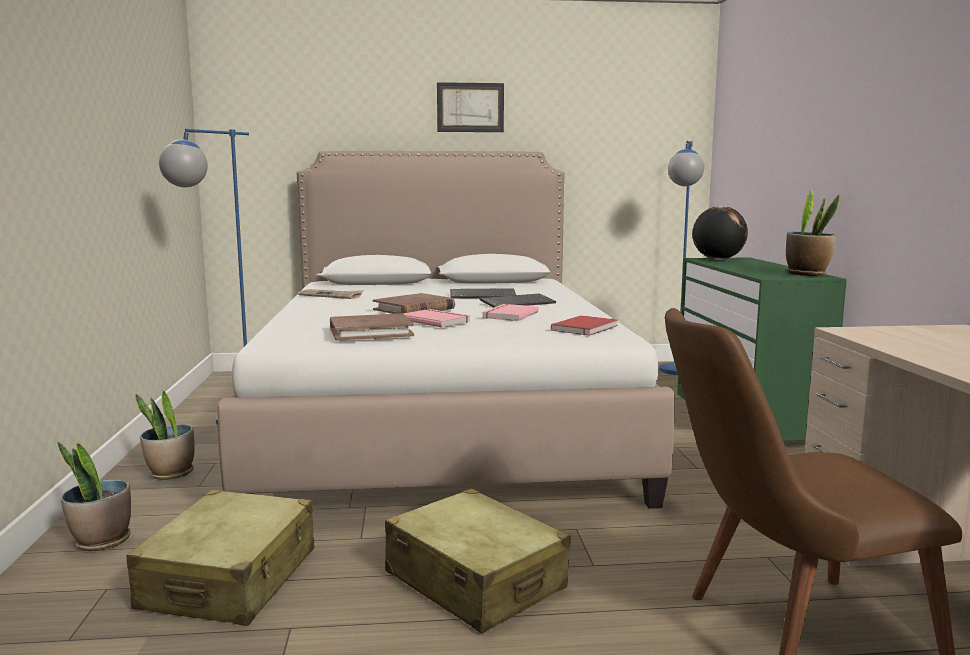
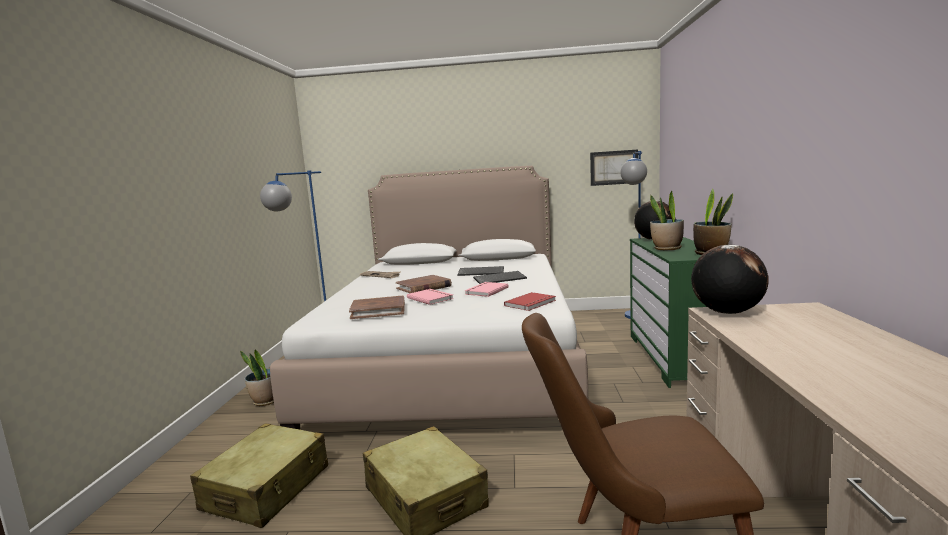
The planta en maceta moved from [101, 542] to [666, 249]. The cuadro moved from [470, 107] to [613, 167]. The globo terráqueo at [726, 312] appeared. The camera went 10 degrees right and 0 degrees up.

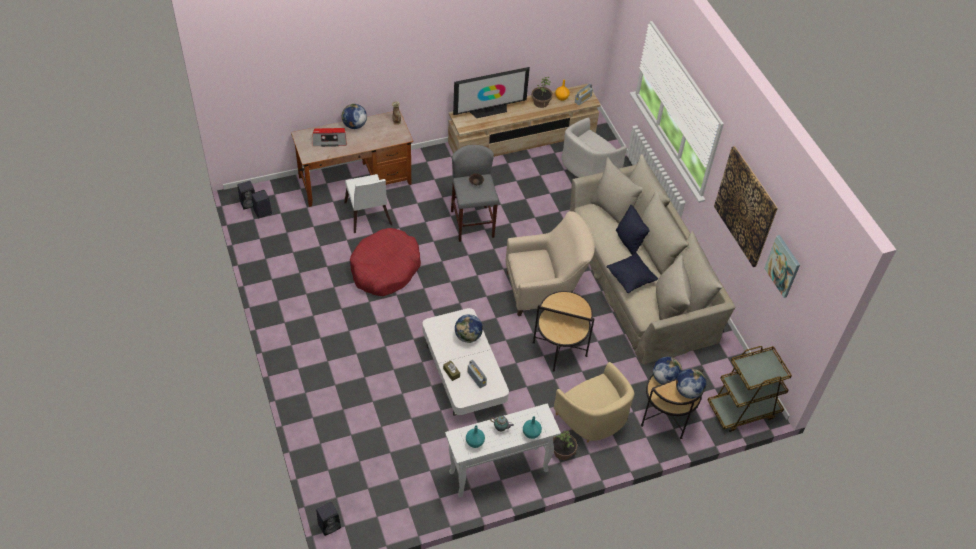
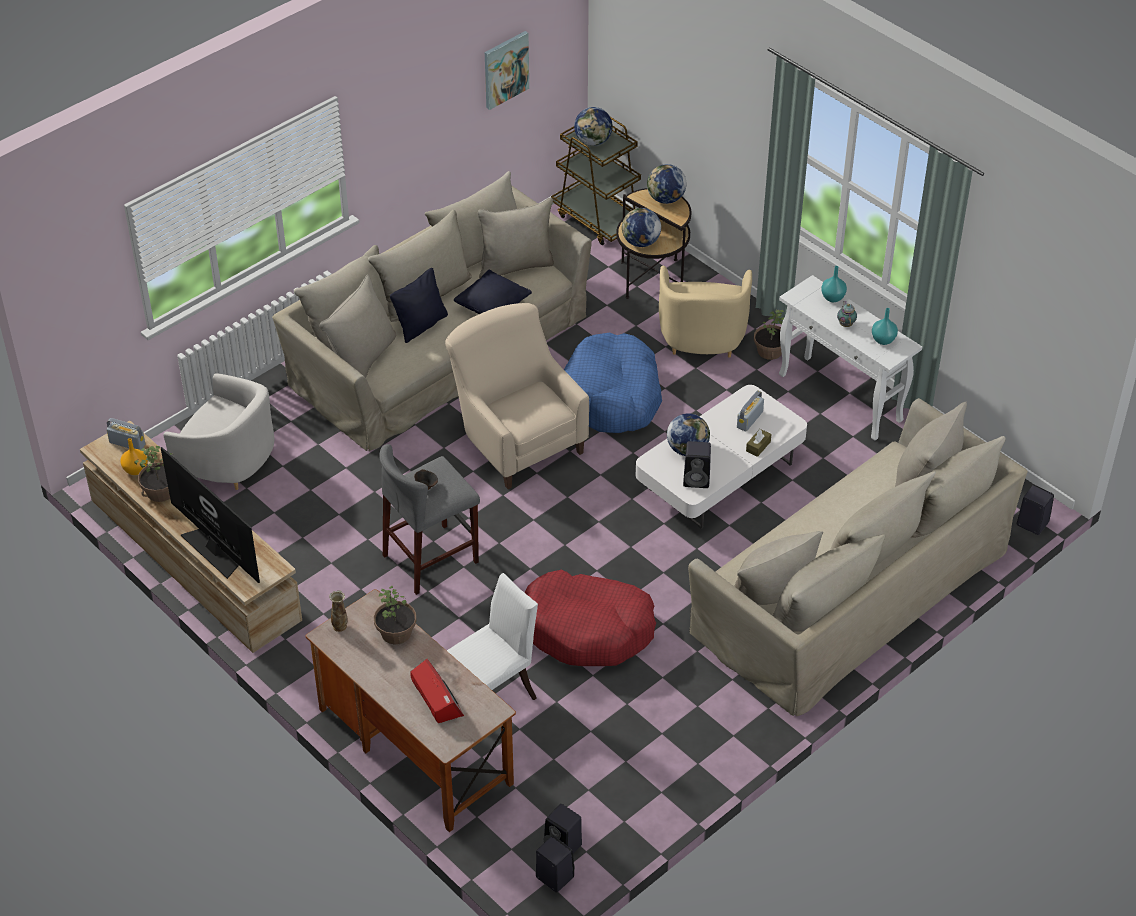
The globo terráqueo moved from [354, 125] to [593, 141]. The mesa auxiliar at [559, 349] was replaced by the cama para perro [azul] at [613, 396]. The sillón [beis] at [593, 419] turned 150 degrees clockwise. The cuadro at [745, 206] disappeared. The planta en maceta at [396, 632] appeared. The altavoz [negro] at [697, 479] appeared. The sofá [beis] at [850, 588] appeared. The camera went 110 degrees left and 5 degrees down.

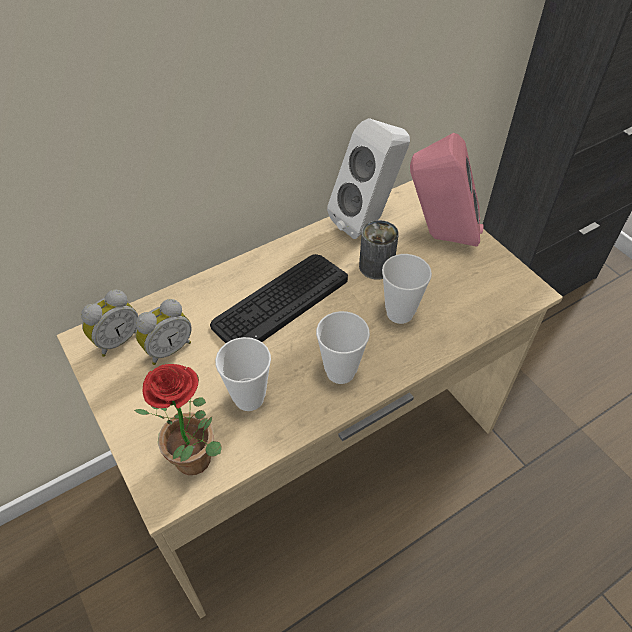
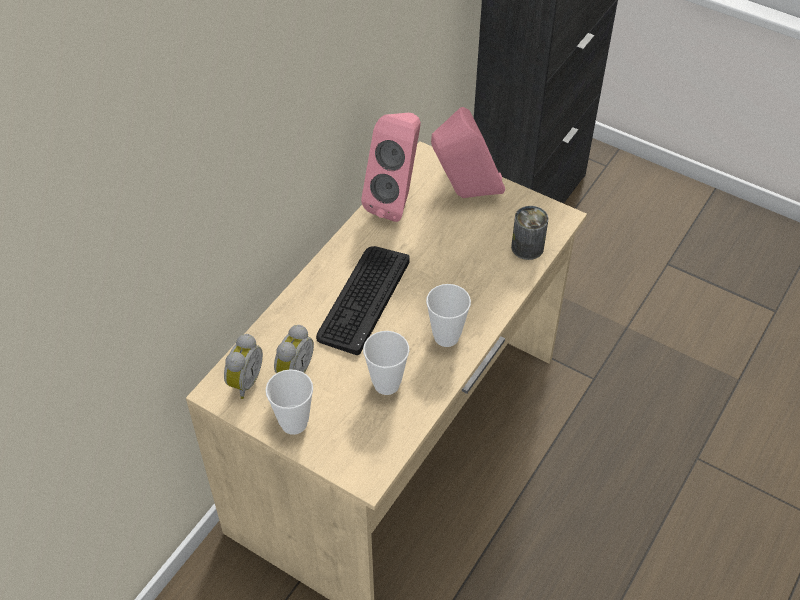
The planta en maceta at [200, 462] disappeared. The altavoz [blanco] at [368, 221] became the altavoz [rosa] at [396, 201]. The lata moved from [376, 266] to [527, 247]. The taza moved from [399, 313] to [294, 423]. The camera went 25 degrees left and 0 degrees up.

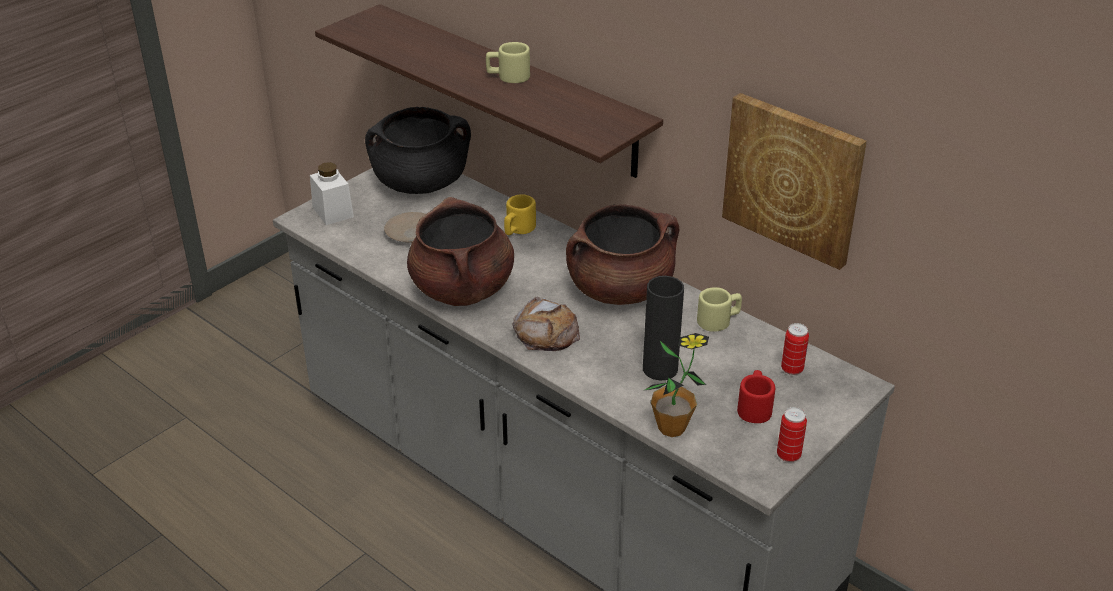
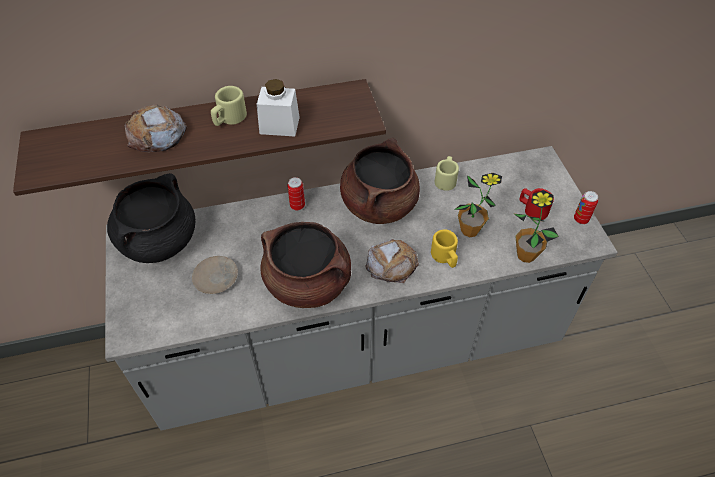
The tarro [blanco] moved from [333, 212] to [279, 125]. The taza grande [amarillo] moved from [518, 229] to [445, 257]. The florero [negro] at [660, 369] was replaced by the planta en maceta at [470, 230]. The cuadro at [793, 178] disappeared. The lata moved from [792, 369] to [297, 206]. The pan at [156, 134] appeared. The camera went 55 degrees left and 15 degrees up.

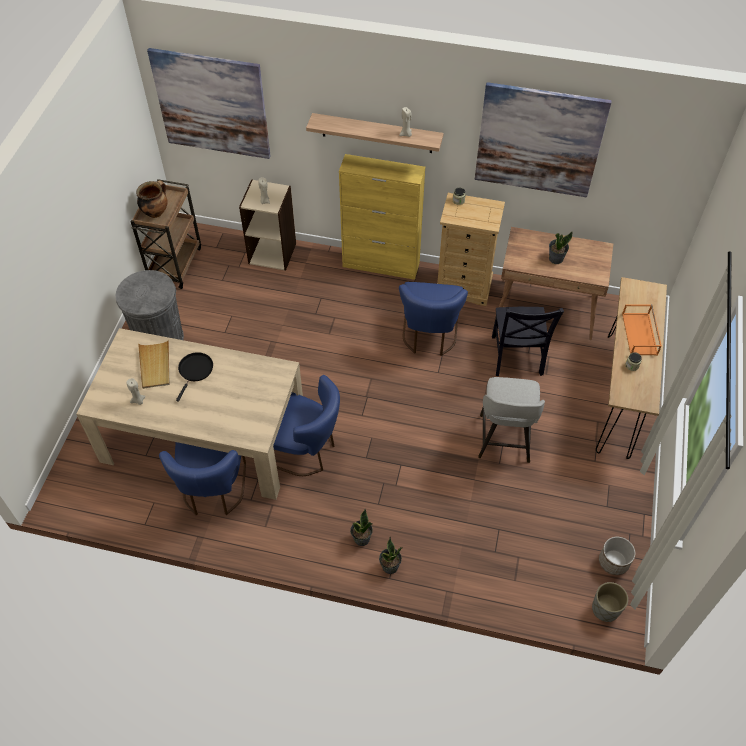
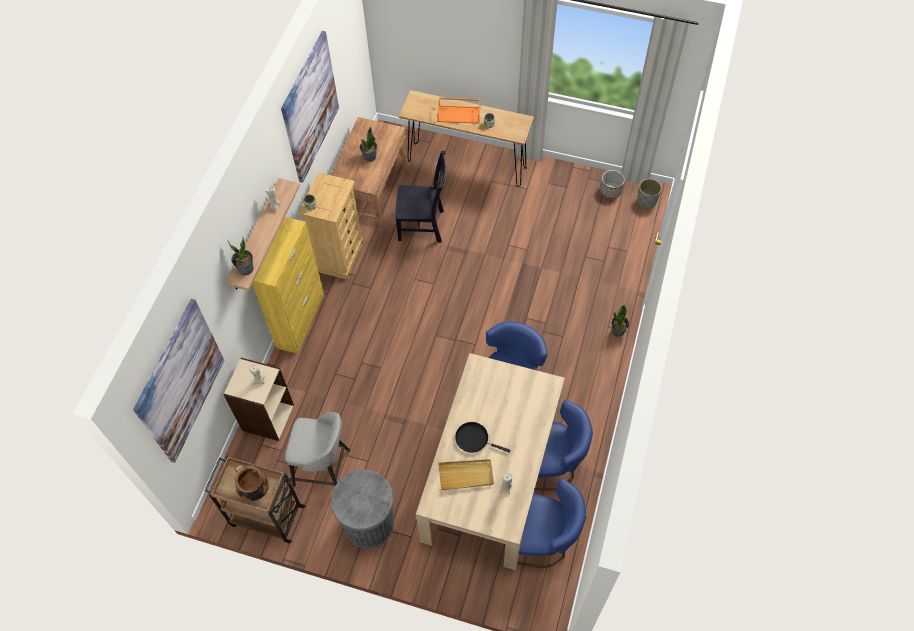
The planta en maceta moved from [361, 539] to [246, 269]. The silla [azul] moved from [429, 336] to [541, 539]. The taburete [gris] moved from [504, 440] to [324, 468]. The camera went 85 degrees left and 5 degrees up.

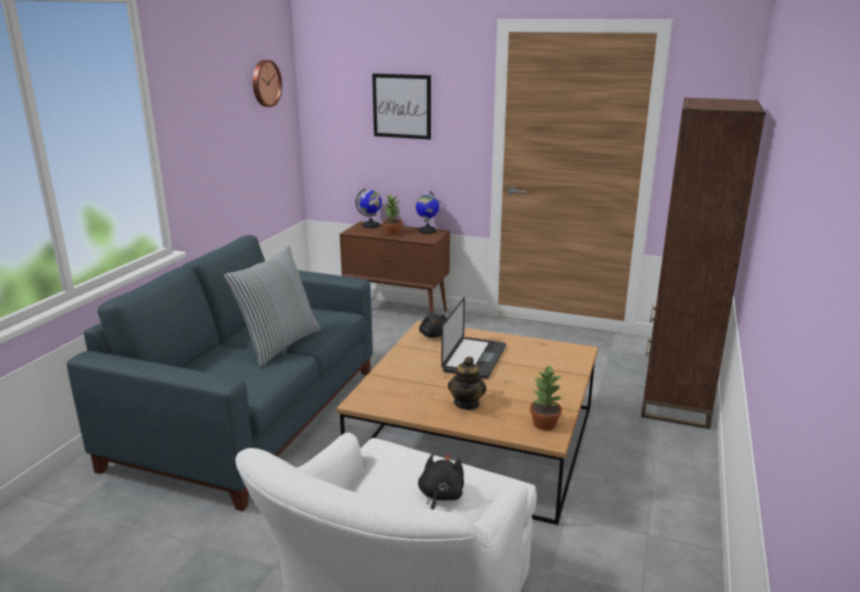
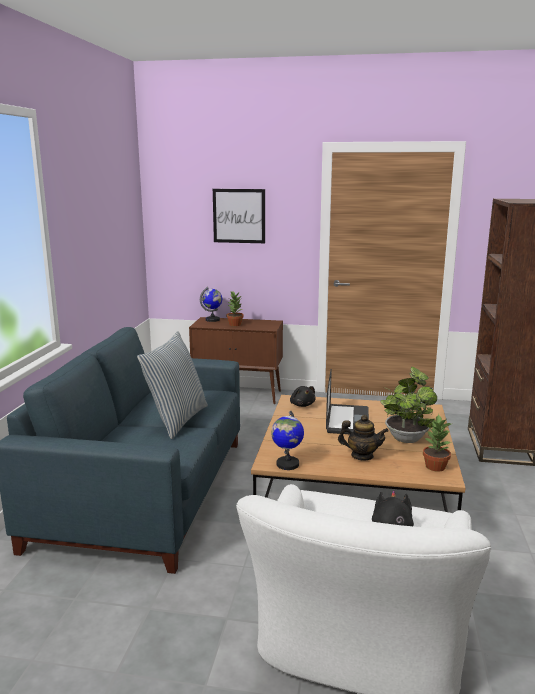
The reloj de pared at [265, 83] disappeared. The globo terráqueo moved from [427, 231] to [287, 464]. The tetera at [467, 403] turned 75 degrees counterclockwise. The planta en maceta at [406, 437] appeared. The camera went 10 degrees left and 5 degrees down.

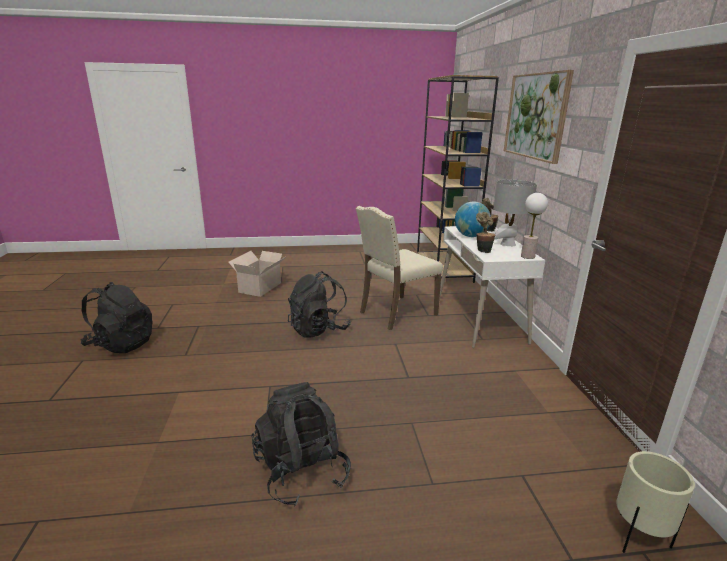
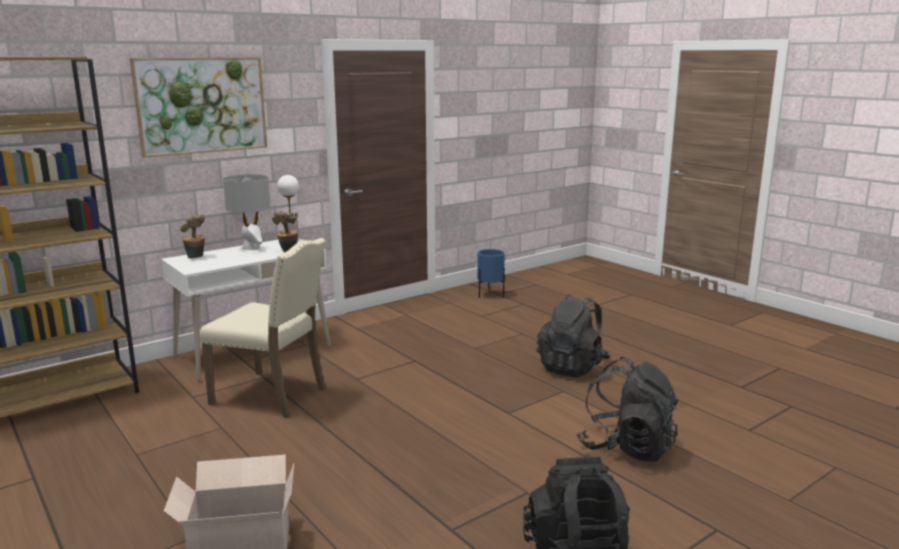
The mochila [negro] moved from [319, 329] to [626, 447]. The globo terráqueo at [470, 236] disappeared. The maceta [beis] at [637, 537] became the maceta [azul] at [490, 295]. The camera went 120 degrees left and 5 degrees down.

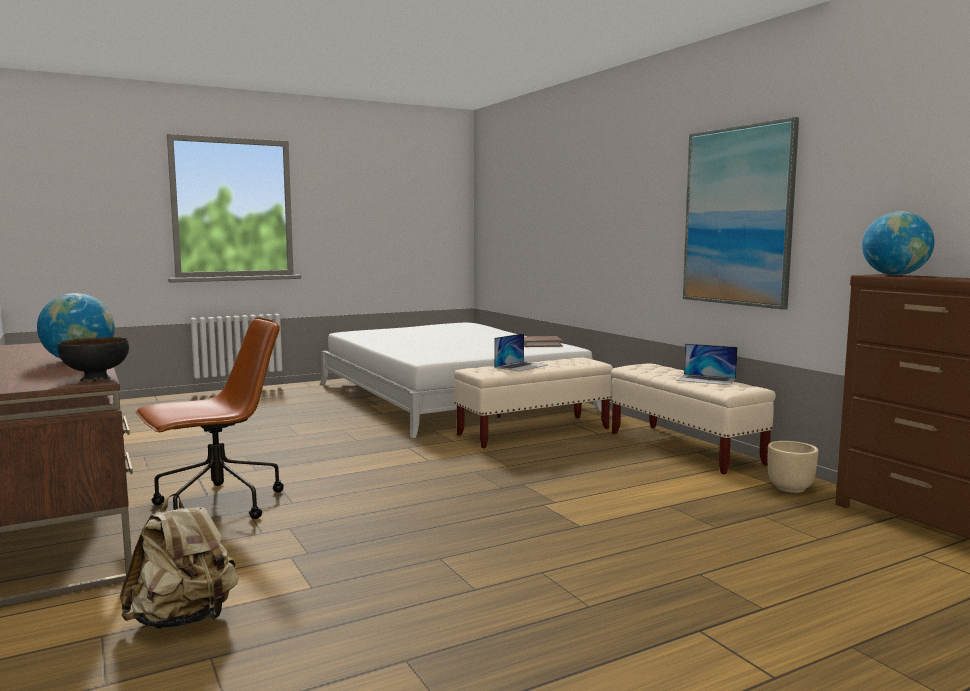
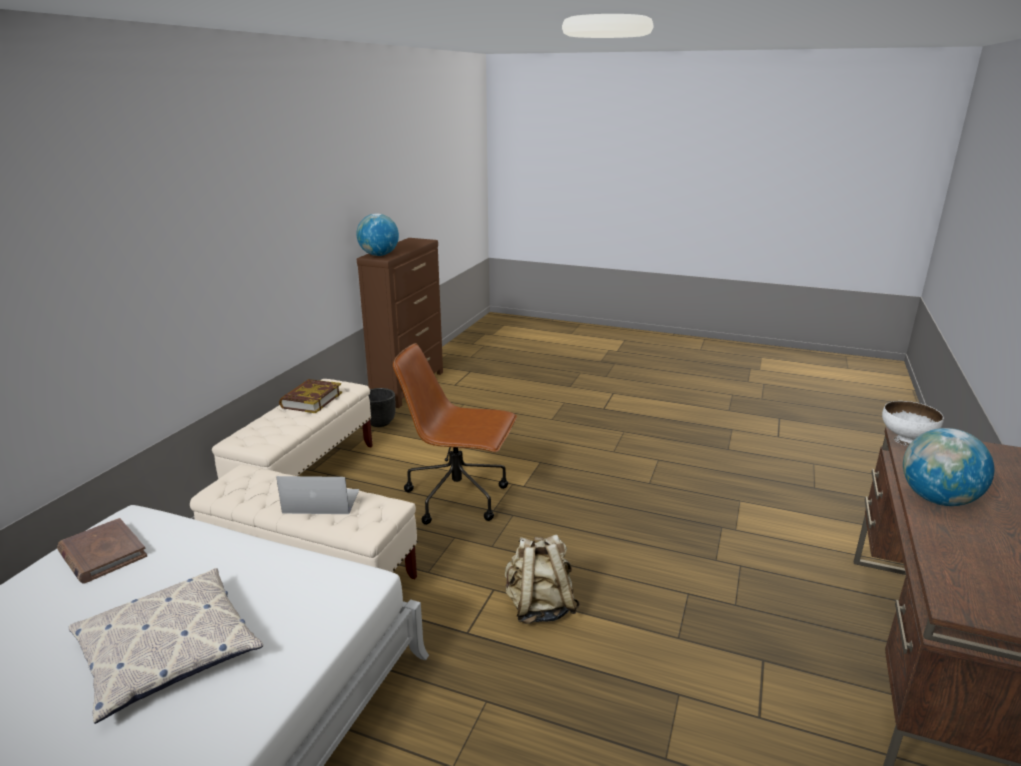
The cuenco [negro] at [96, 379] became the cuenco [blanco] at [906, 440]. The mochila [beis] moved from [184, 620] to [539, 607]. The silla de oficina [marrón] moved from [217, 505] to [459, 497]. The portátil at [706, 379] was replaced by the libro at [311, 400]. The cuadro at [738, 216] disappeared. The maceta [beis] at [791, 488] became the maceta [negro] at [380, 422]. The cojín at [168, 651] appeared. The camera went 130 degrees left and 15 degrees up.

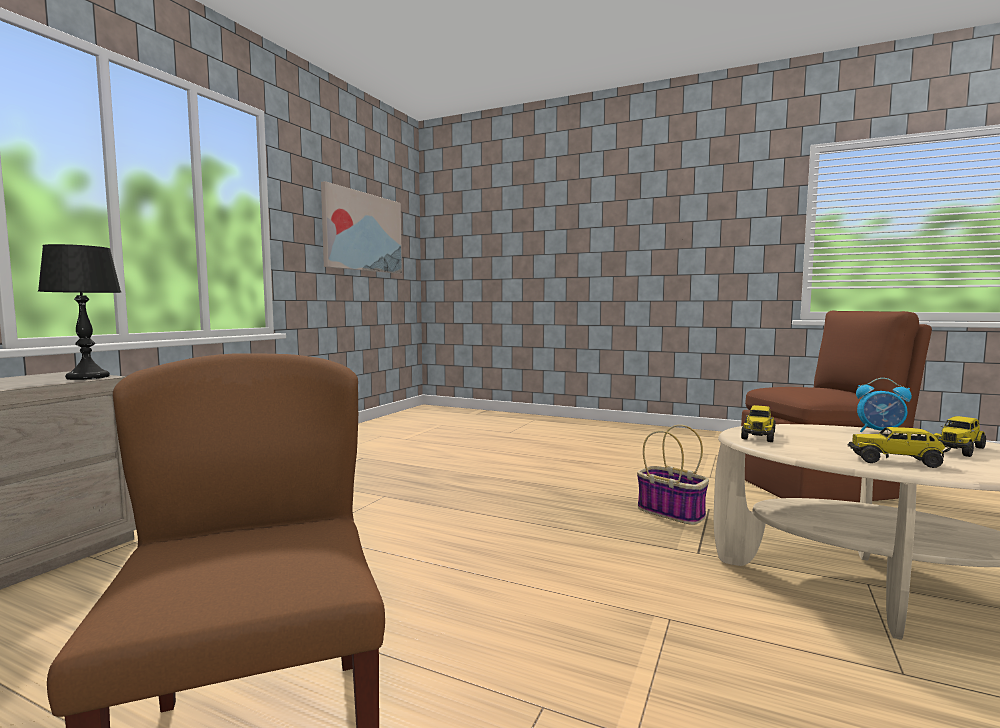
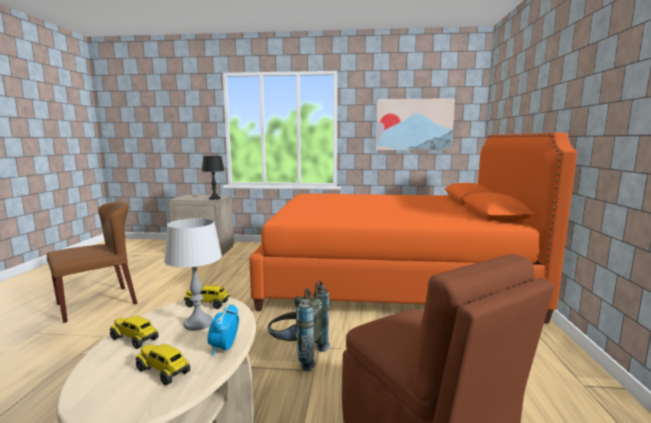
The cesta at [672, 512] was replaced by the mochila [gris] at [297, 355]. The camión de juguete at [896, 461] turned 60 degrees counterclockwise. The lámpara de mesa [gris] at [198, 323] appeared. The cama [naranja] at [389, 278] appeared. The camera went 70 degrees right and 5 degrees up.

